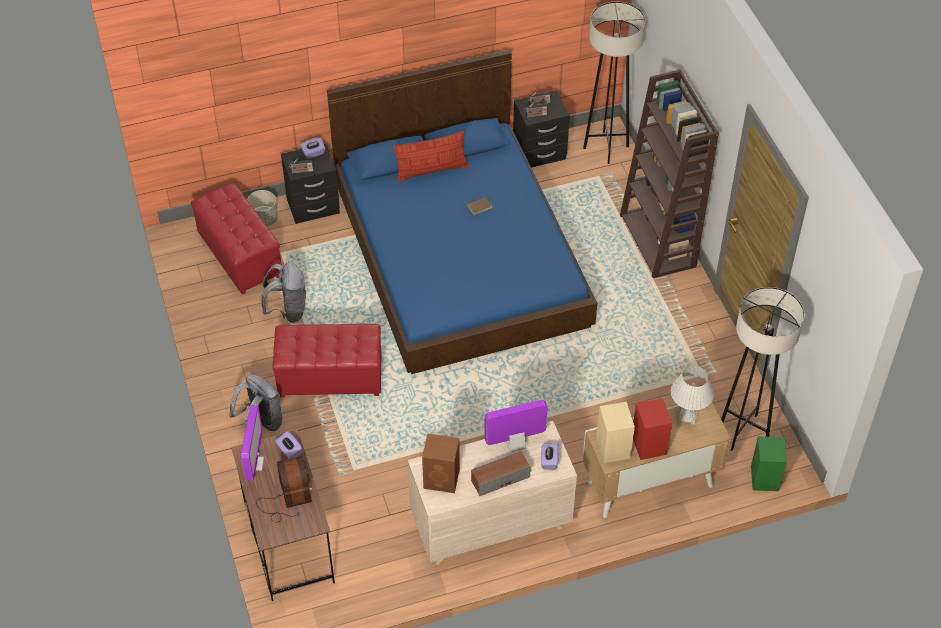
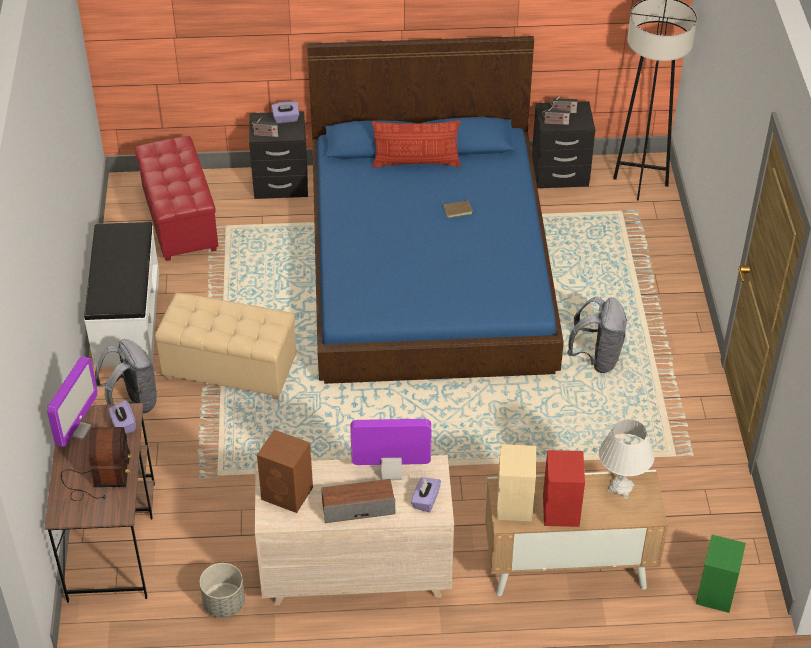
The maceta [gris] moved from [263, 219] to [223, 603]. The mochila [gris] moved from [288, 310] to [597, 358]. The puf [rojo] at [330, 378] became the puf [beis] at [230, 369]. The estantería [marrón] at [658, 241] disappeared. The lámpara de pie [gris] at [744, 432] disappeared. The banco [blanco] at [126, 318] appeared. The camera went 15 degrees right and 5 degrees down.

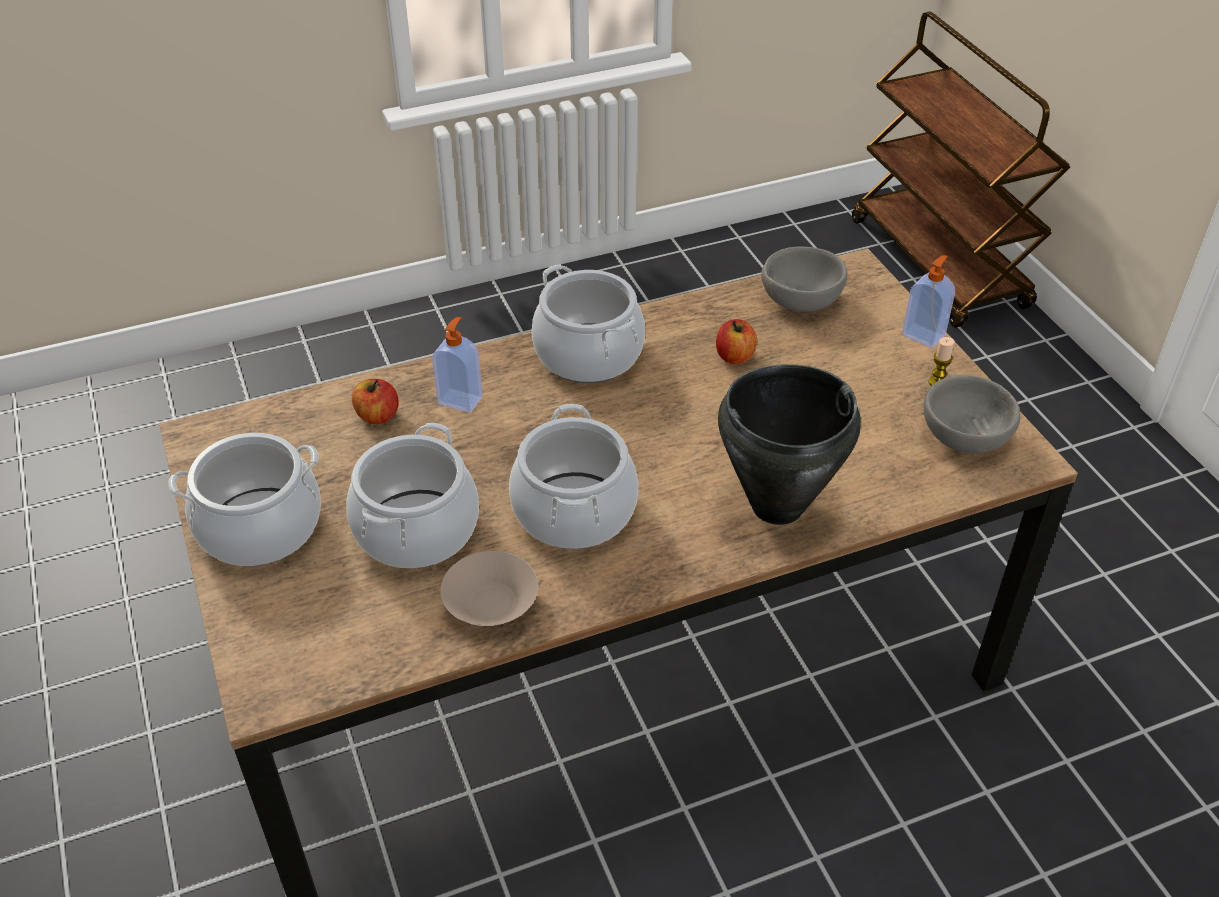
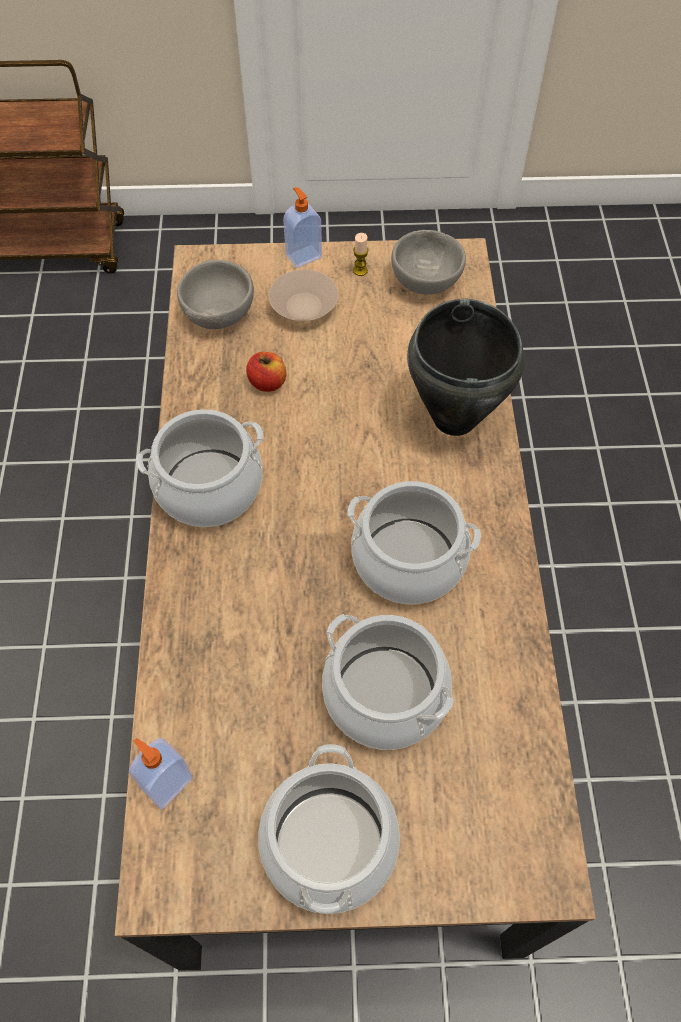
The manzana at [377, 416] disappeared. The dispensador de jabón moved from [461, 400] to [166, 782]. The cuenco [beis] moved from [489, 604] to [303, 308]. The camera went 70 degrees left and 15 degrees up.

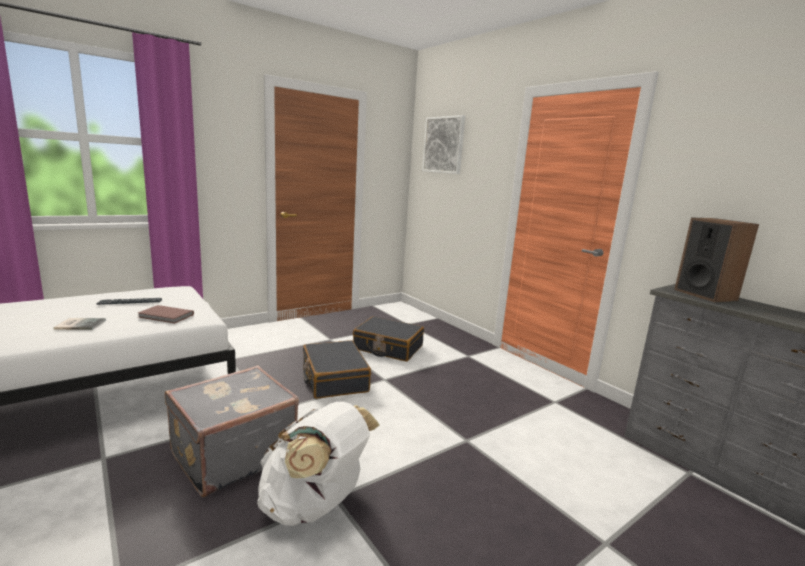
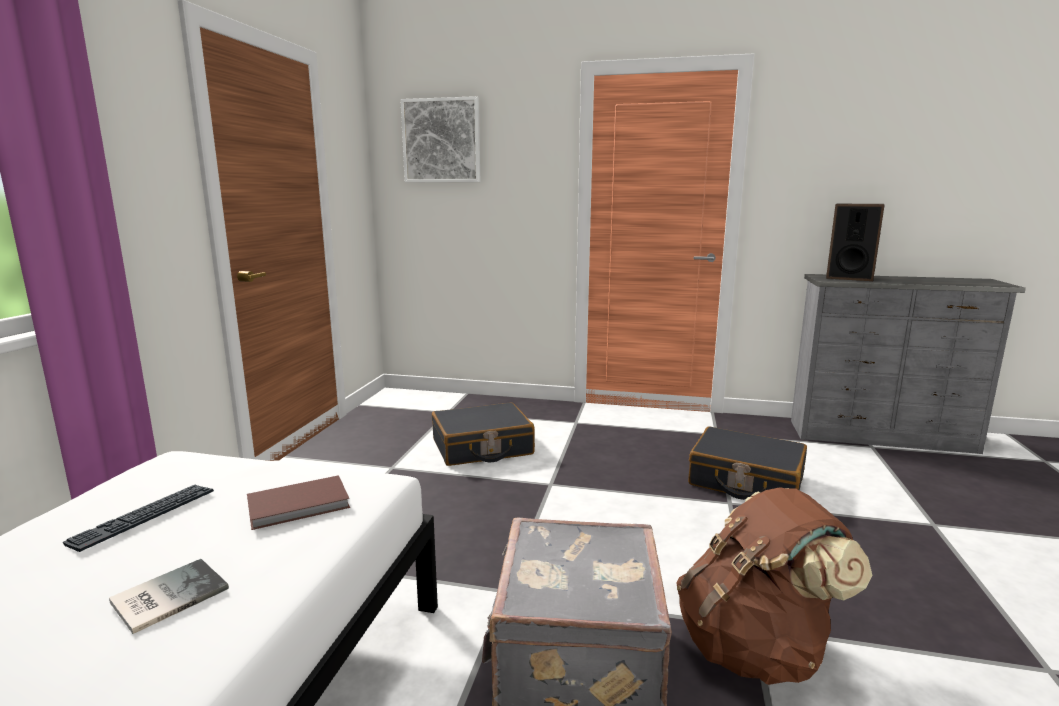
The mochila [blanco] at [314, 505] became the mochila [marrón] at [755, 648]. The maleta [negro] moved from [334, 379] to [745, 481]. The camera went 40 degrees left and 0 degrees up.

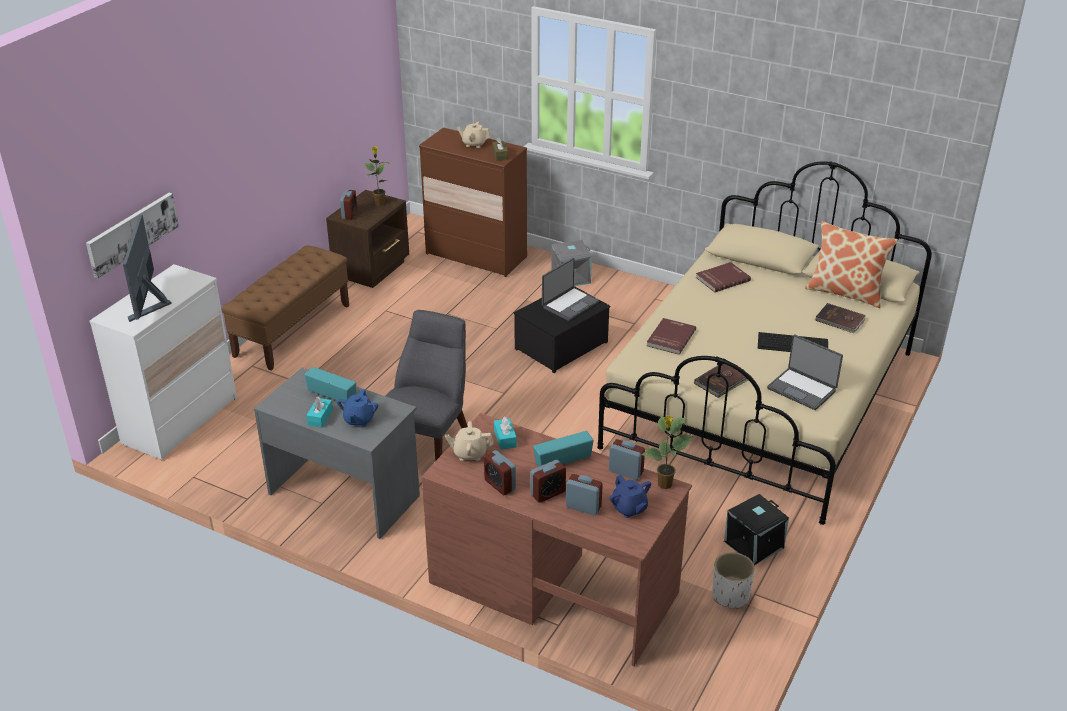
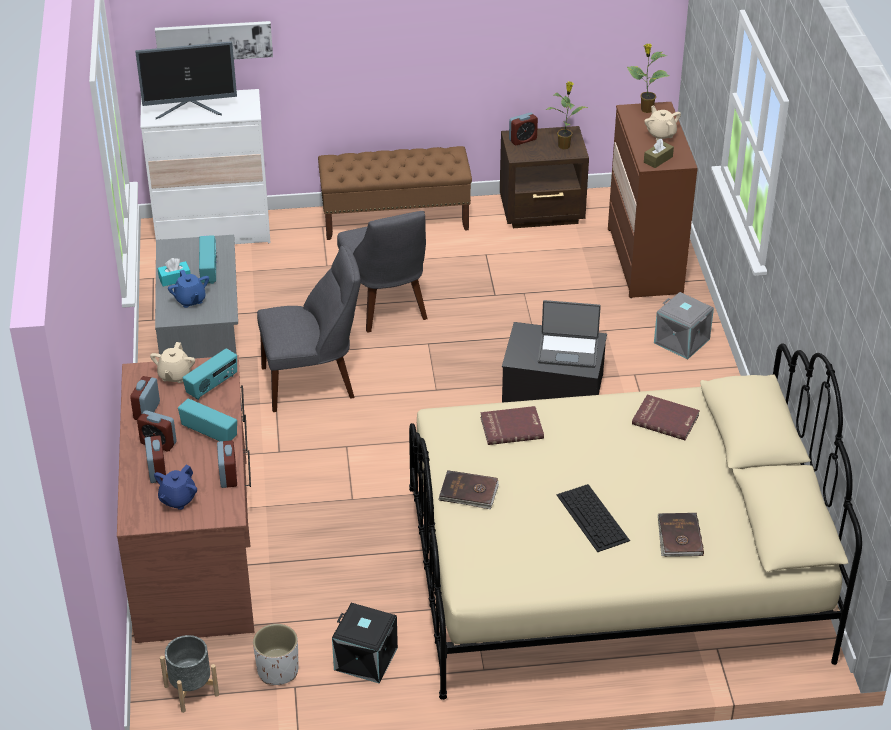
The monitor at [150, 304] turned 150 degrees counterclockwise. The tetera [azul] at [359, 420] turned 90 degrees counterclockwise. The tetera [beis] at [469, 453] turned 135 degrees counterclockwise. The caja de pañuelos [turquesa] at [505, 439] was replaced by the radio at [212, 385]. The planta en maceta moved from [664, 485] to [646, 109]. The portátil at [802, 389] disappeared. The cojín at [845, 292] disappeared. The maceta [gris] at [191, 690] appeared. The silla [gris] at [386, 305] appeared. The camera went 55 degrees right and 5 degrees up.

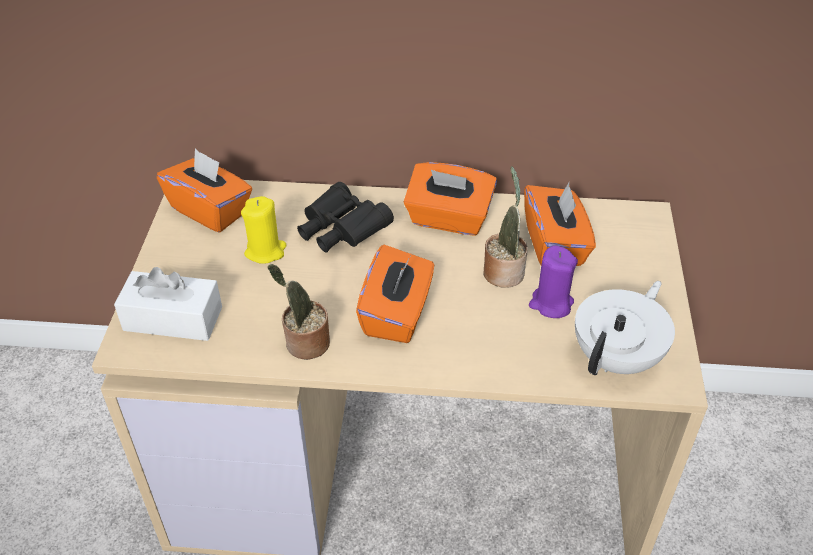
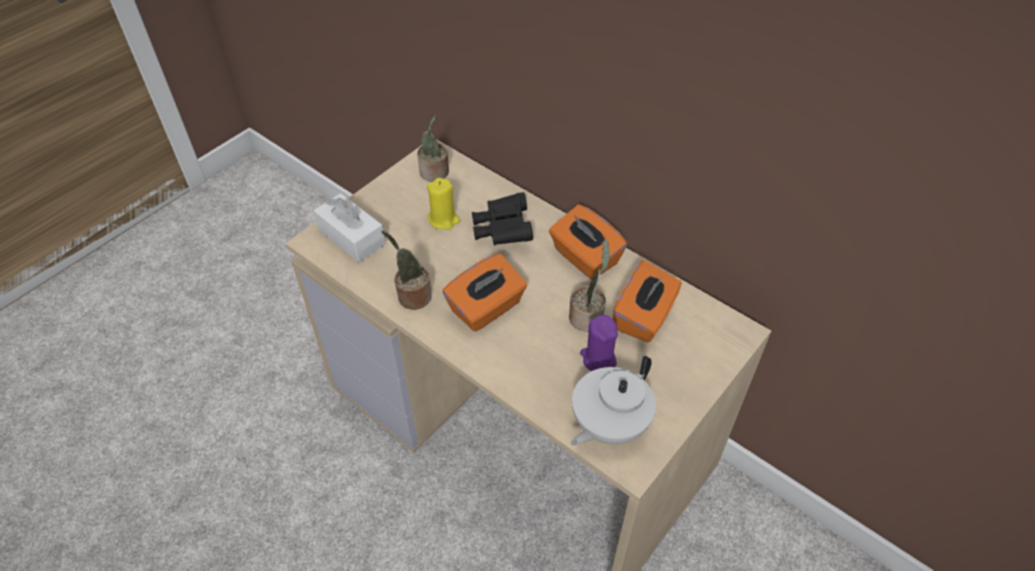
The caja de pañuelos [naranja] at [210, 210] was replaced by the planta en maceta at [435, 173]. The tetera [blanco] at [618, 357] turned 150 degrees clockwise. The camera went 35 degrees right and 5 degrees up.

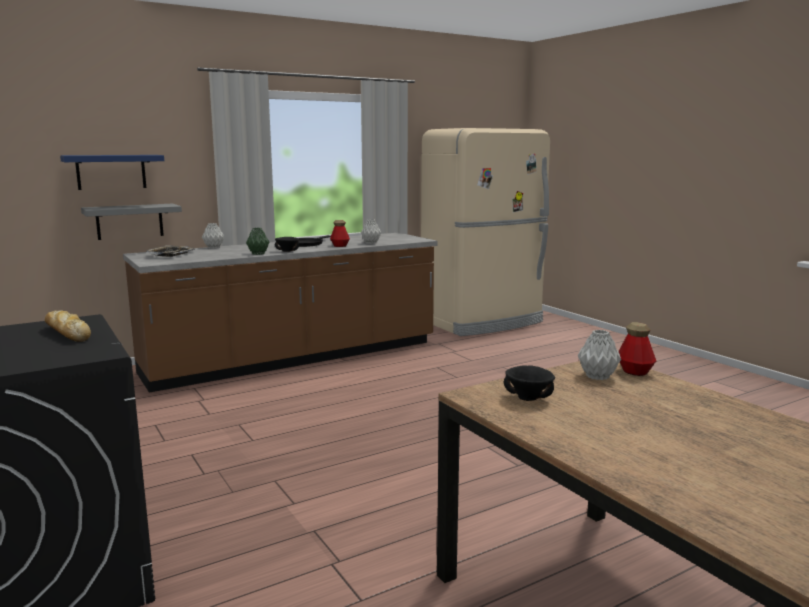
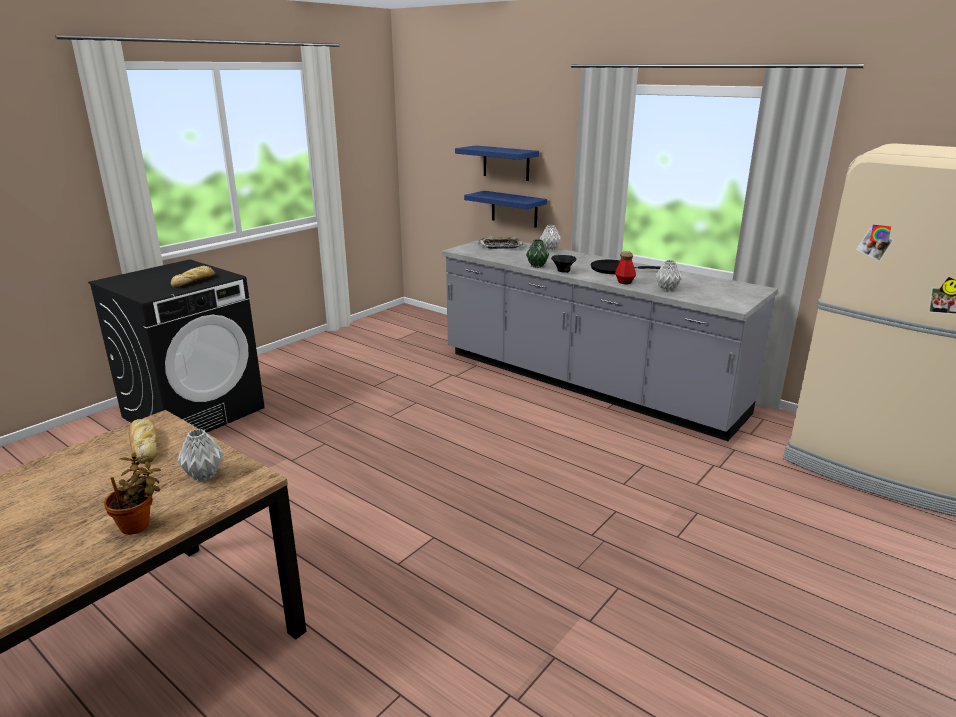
The estante [gris] at [129, 221] became the estante [azul] at [514, 209]. The mueble bajo de cocina [marrón] at [294, 358] became the mueble bajo de cocina [gris] at [586, 383]. The cuenco [negro] at [527, 398] was replaced by the pan at [144, 445]. The botella at [635, 372] disappeared. The planta en maceta at [139, 525] appeared. The camera went 70 degrees right and 10 degrees up.

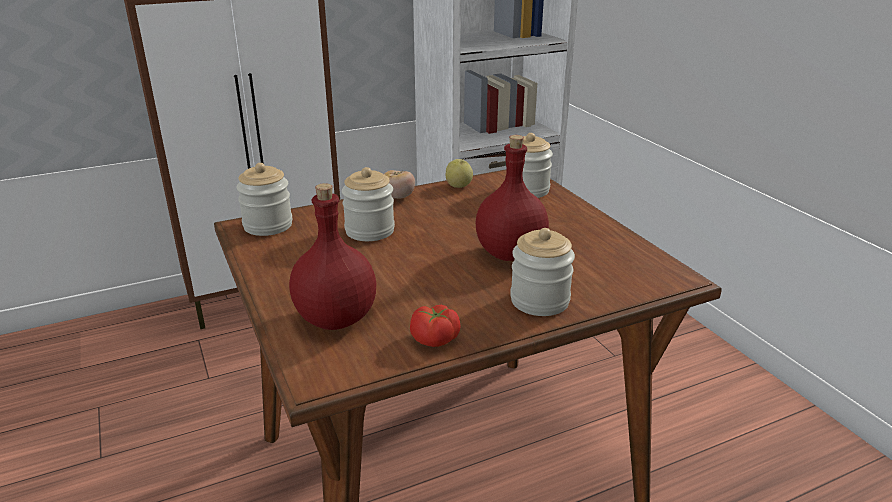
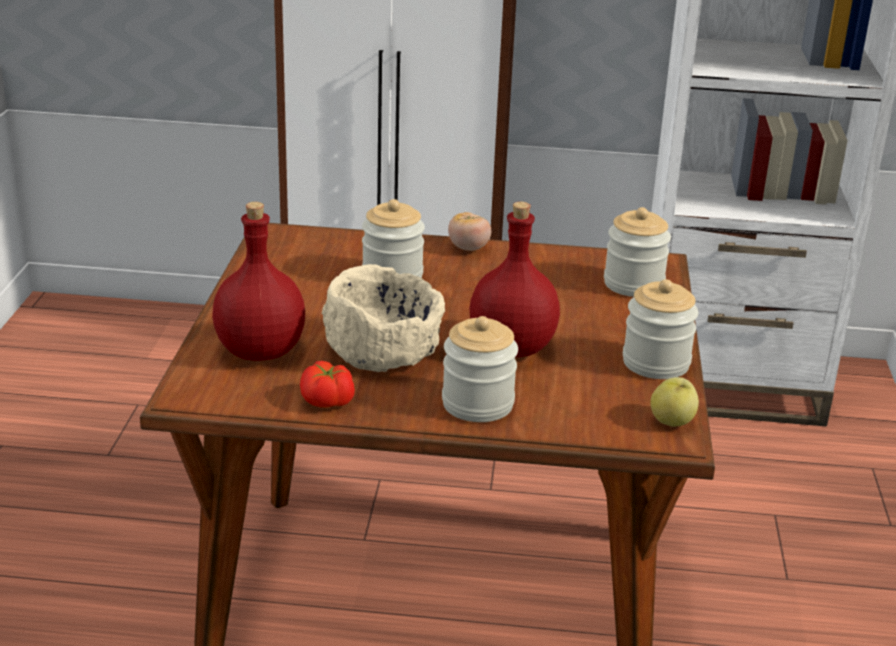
The tarro moved from [268, 225] to [656, 363]. The manzana moved from [459, 186] to [673, 421]. The cuenco [beis] at [382, 352] appeared. The camera went 30 degrees right and 0 degrees up.

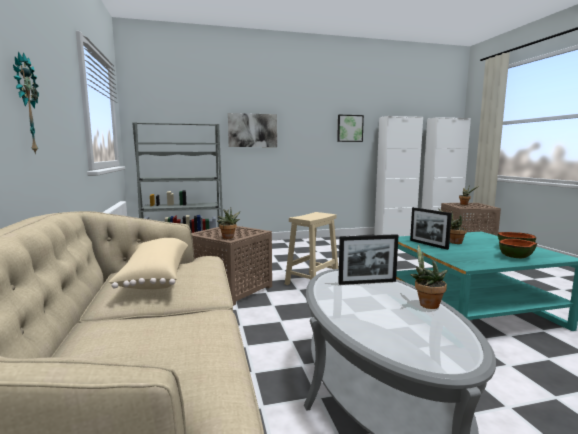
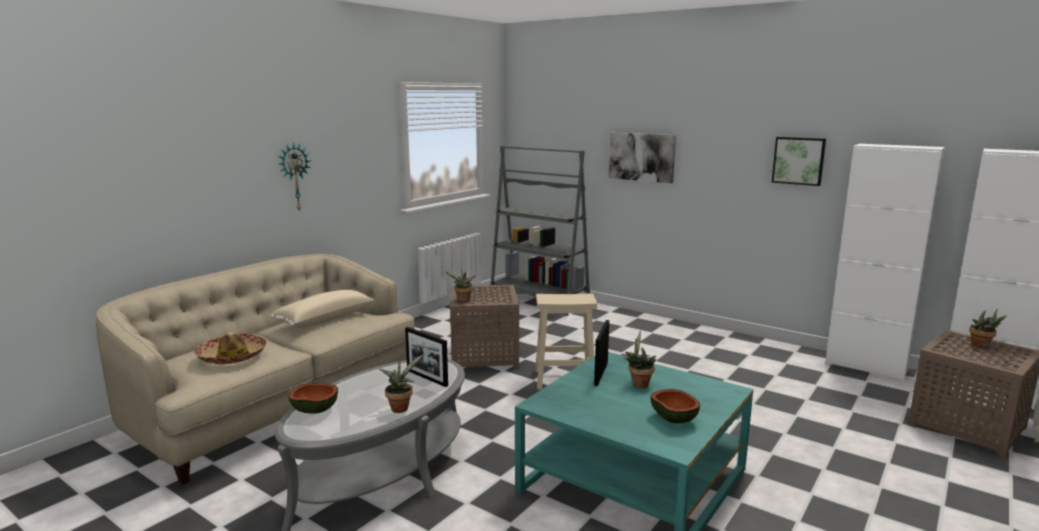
The cuenco moved from [516, 257] to [314, 410]. The sombrero at [232, 356] appeared. The camera went 50 degrees right and 5 degrees up.

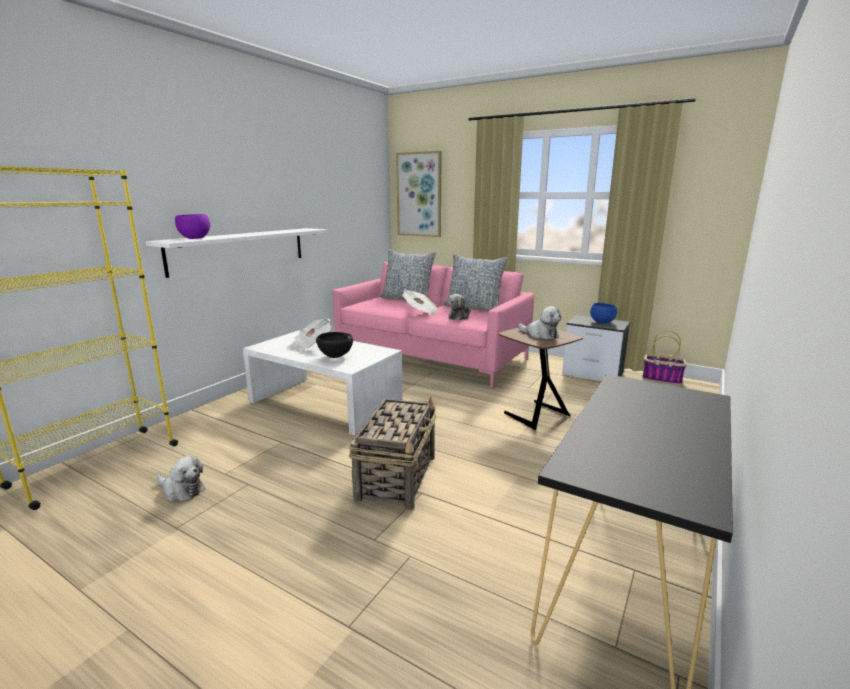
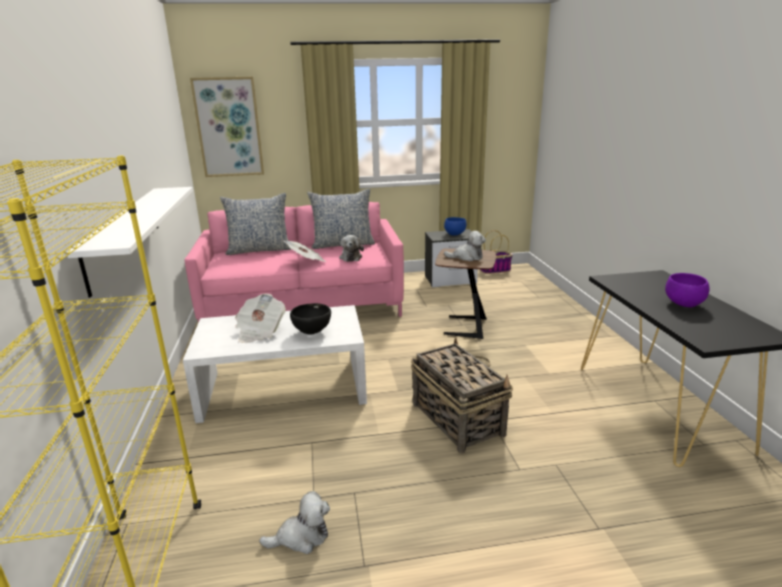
The cuenco [morado] moved from [194, 238] to [684, 304]. The camera went 40 degrees left and 5 degrees up.

